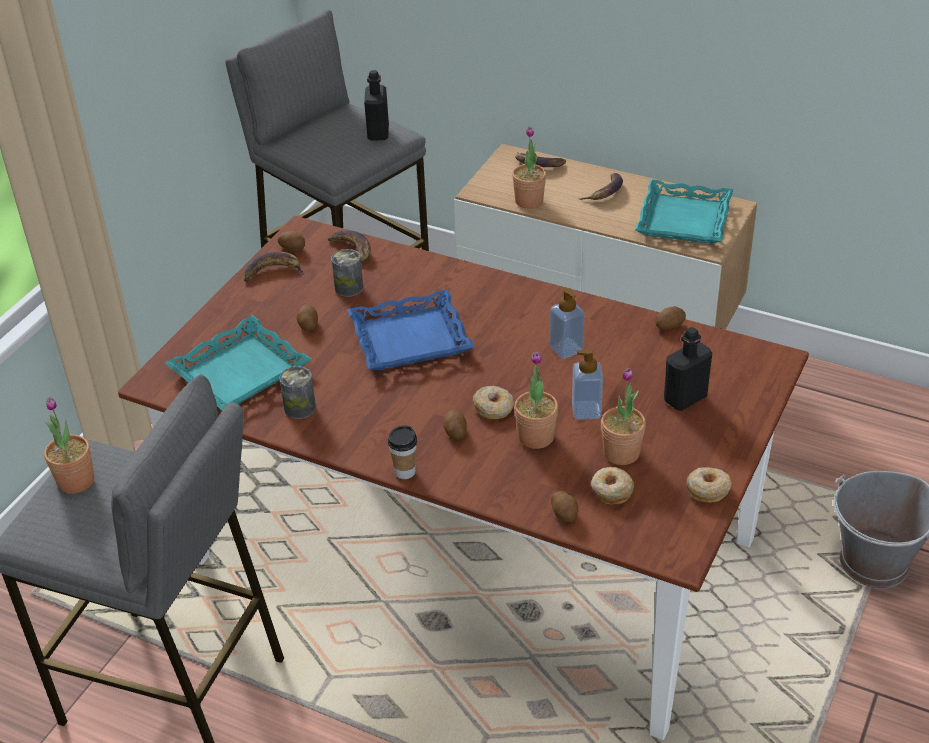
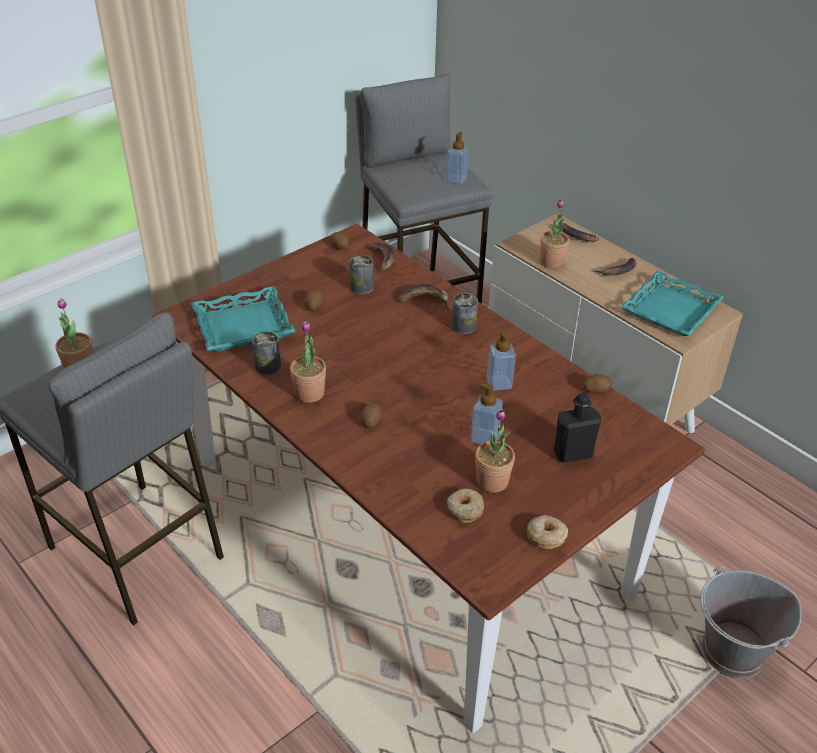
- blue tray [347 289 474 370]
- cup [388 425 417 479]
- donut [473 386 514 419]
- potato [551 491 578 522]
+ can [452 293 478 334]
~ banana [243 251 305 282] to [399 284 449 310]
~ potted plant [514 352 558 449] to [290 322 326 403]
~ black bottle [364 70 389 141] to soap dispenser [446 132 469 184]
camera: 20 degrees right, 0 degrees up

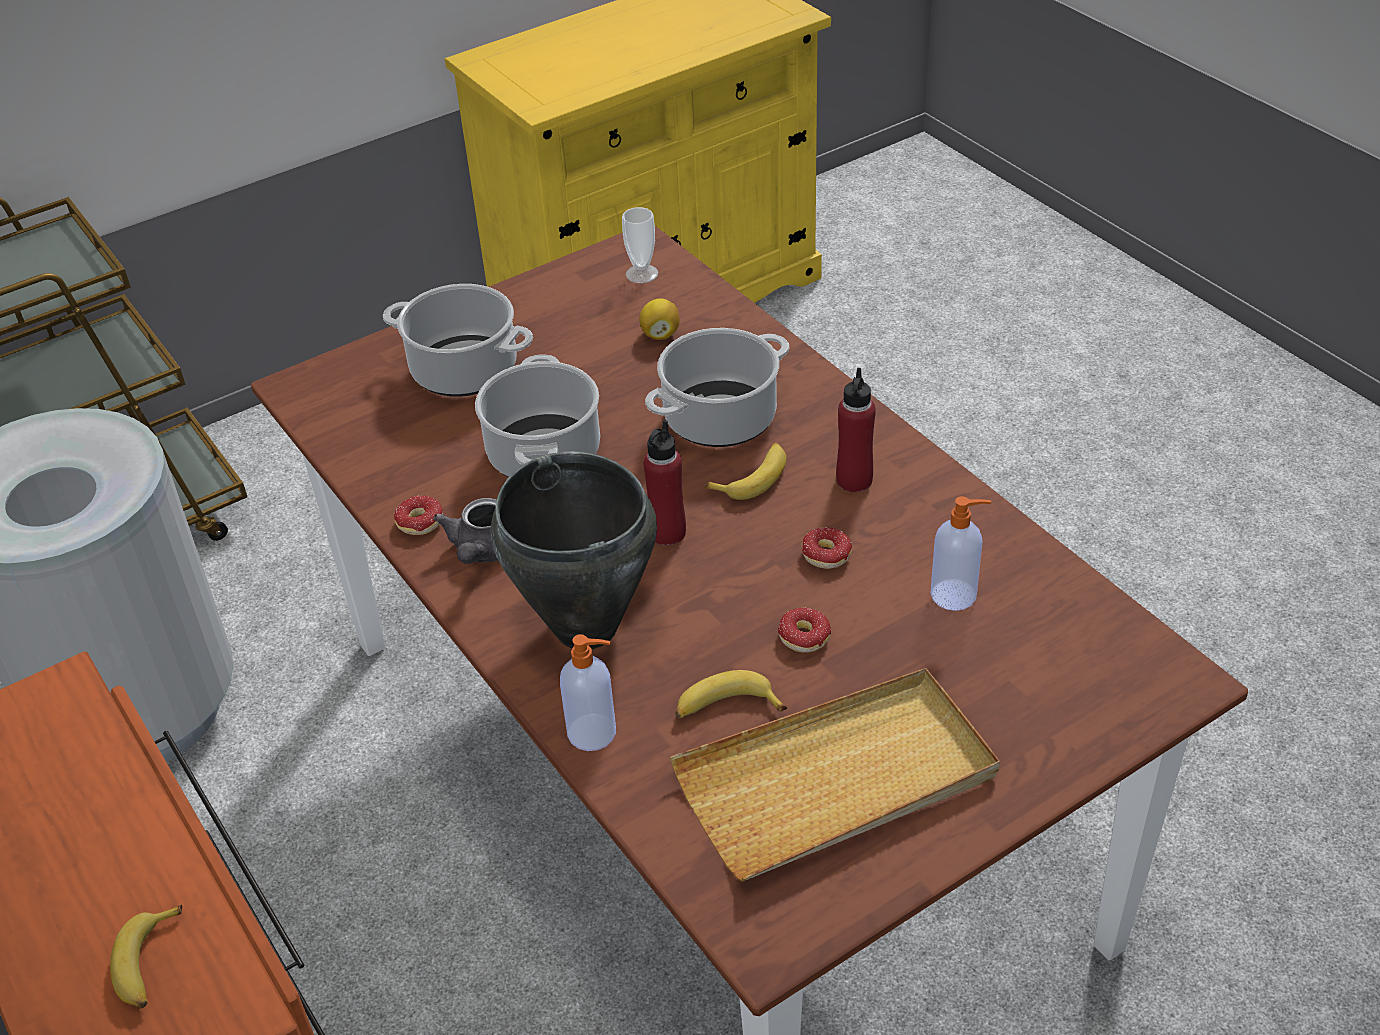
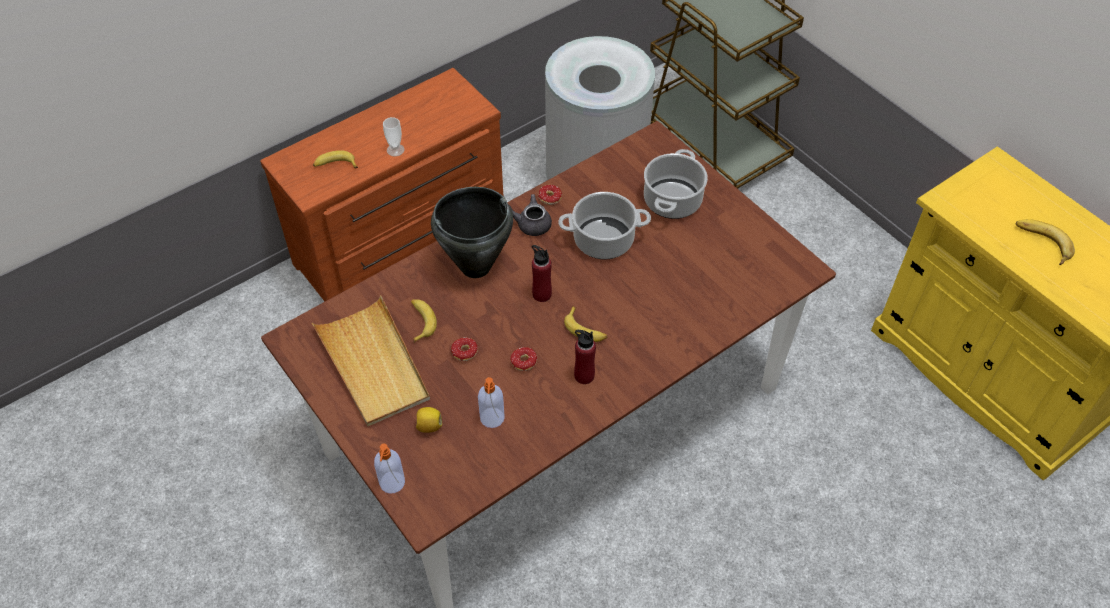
- cooking pot [645 328 789 447]
+ banana [1016 219 1075 265]
~ soap dispenser [560 634 616 751] to [374 444 405 494]
~ cup [622 207 658 283] to [383 117 405 157]
~ lemon [639 298 680 340] to [416 407 442 433]
camera: 85 degrees right, 10 degrees up

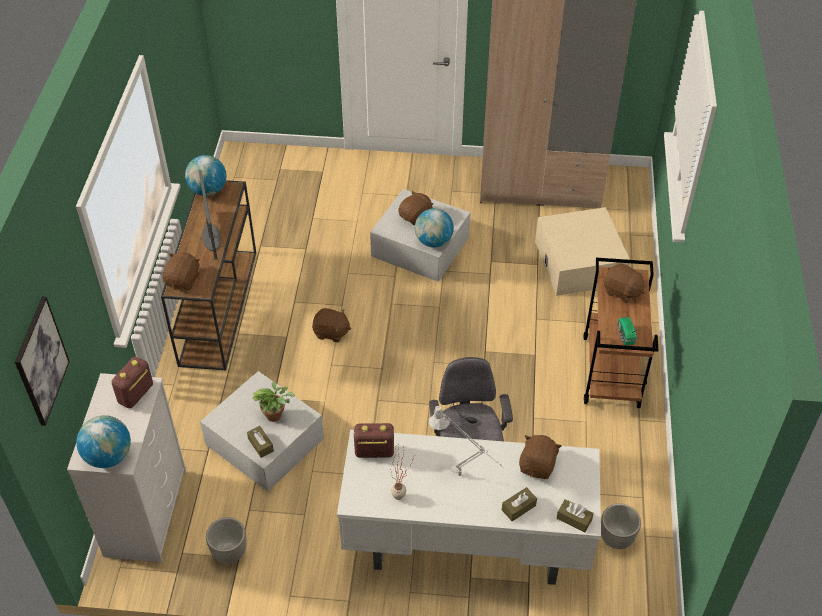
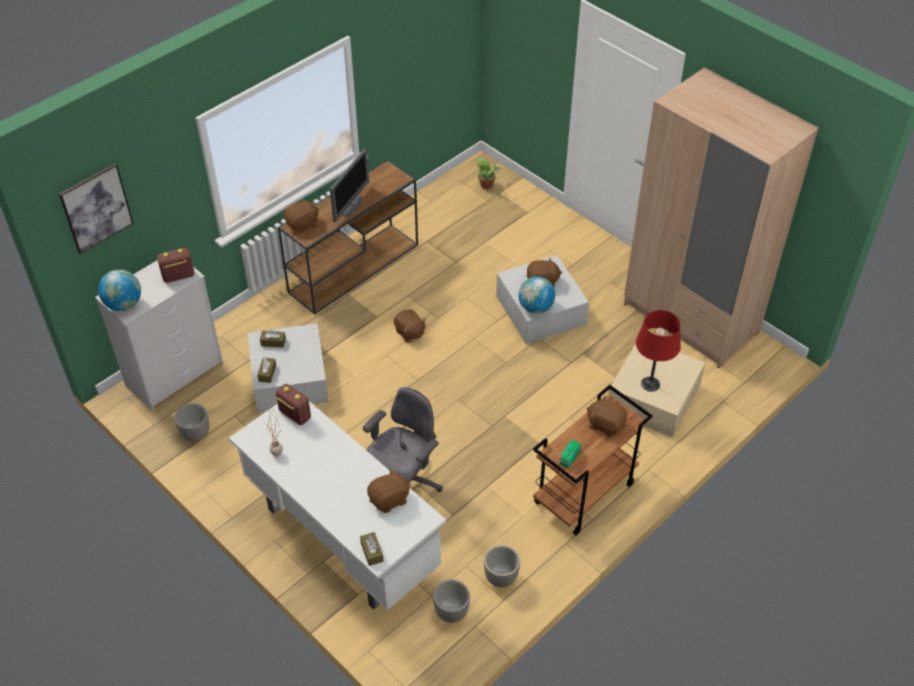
- globe [185 155 226 196]
- grey table lamp [429 406 503 476]
+ planter [484 545 520 587]
+ red table lamp [636 310 681 392]
~ potted plant [252 382 295 422] to [477 158 501 189]
~ brown tissue box [502 487 537 521] to [260 330 286 348]
~ brown plush toy [604 263 645 303] = [587 396 627 437] 135 degrees clockwise
camera: 40 degrees right, 0 degrees up

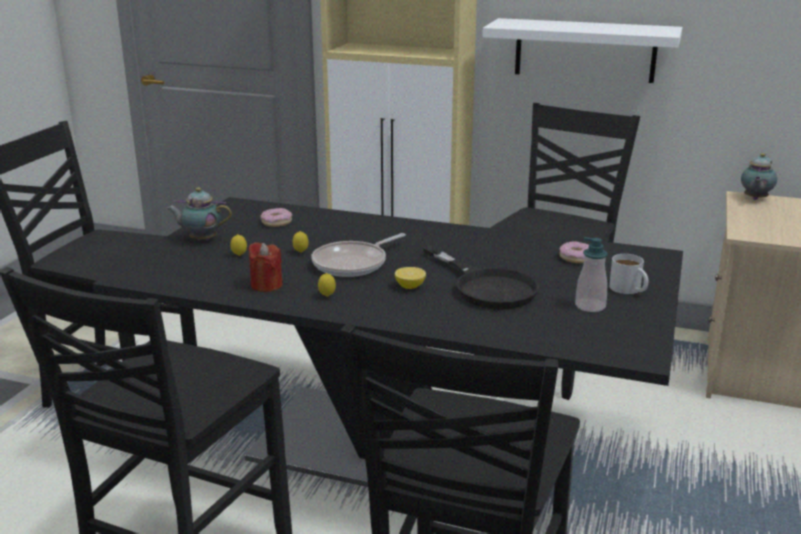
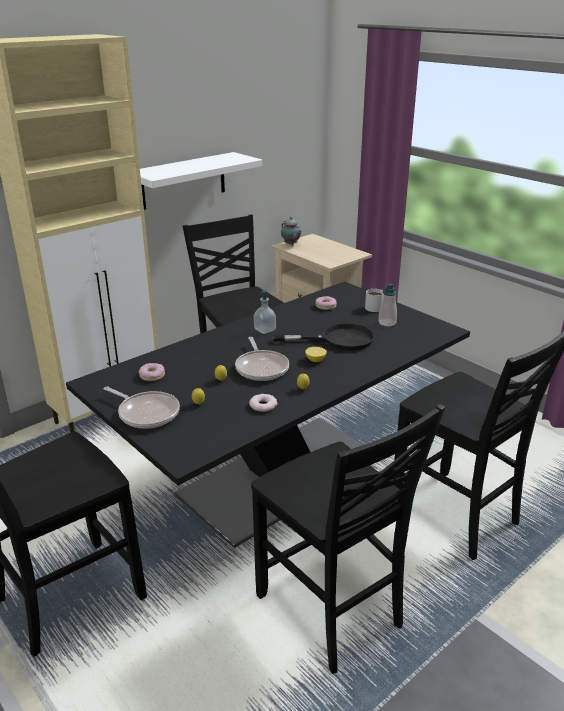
+ soap dispenser [254 290 276 334]
~ teapot [166 187 232 241] to frying pan [104 386 180 429]
~ red candle [248 242 282 292] to donut [249 394 277 412]
camera: 60 degrees left, 5 degrees up

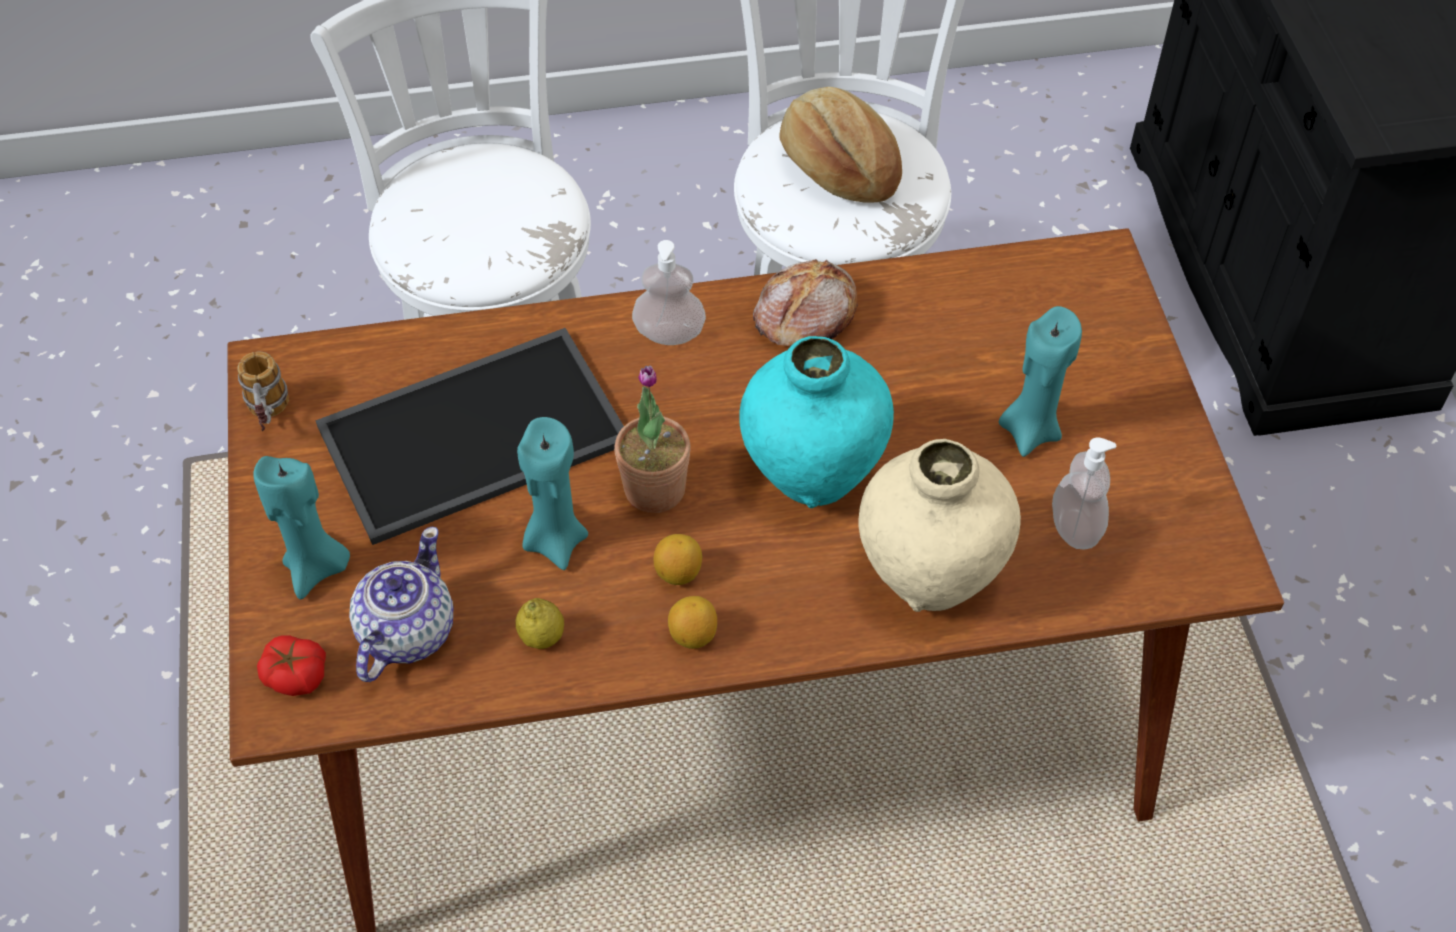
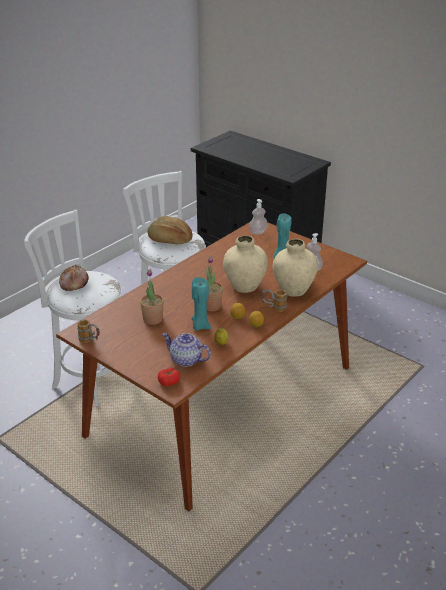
- turquoise candle [254 456 350 599]
+ mug [261 289 287 312]
~ soap dispenser [632 240 706 345] to [249 199 268 235]
~ bread [753 259 858 346] to [59 265 89 291]
~ tray [315 328 624 545] to potted plant [140 269 164 325]
~ turquoise vase [739 336 894 508] to beige vase [223 235 268 293]
~ teapot [349 527 453 682] = [162 333 211 367] 45 degrees counterclockwise
camera: 40 degrees left, 20 degrees down

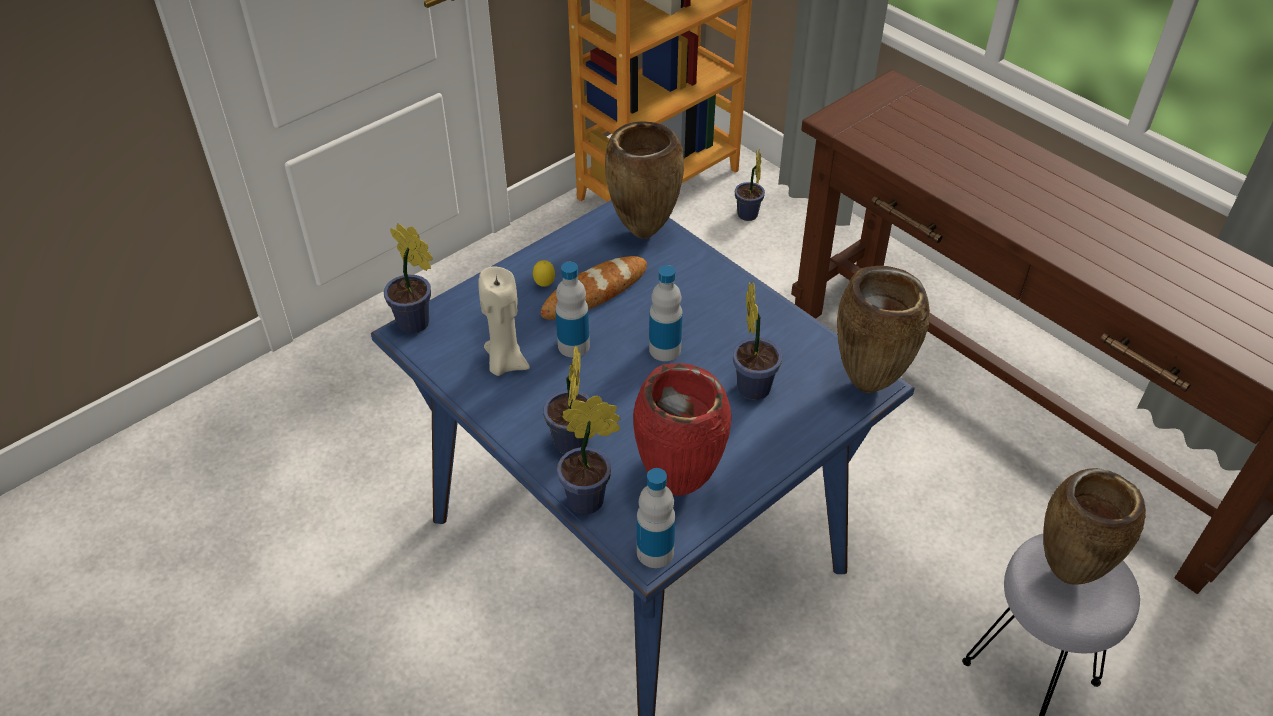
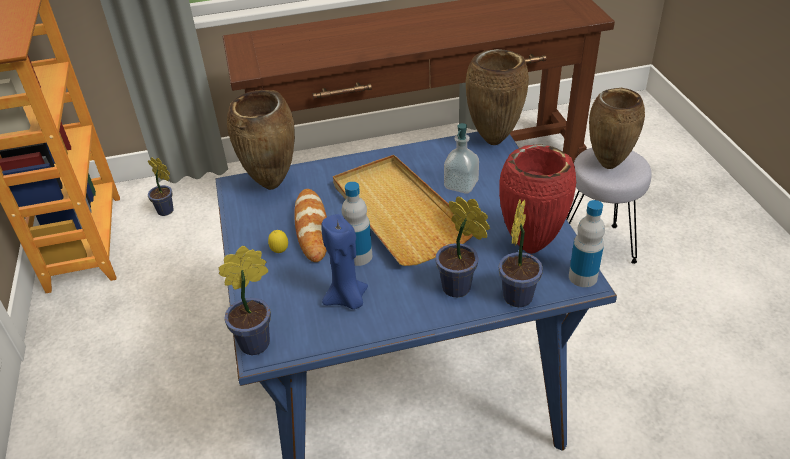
~ bottle [649 265 683 361] to beige tray [333 155 473 266]
~ potted plant [733 282 782 400] to soap dispenser [444 123 479 194]
~ beige candle [478 267 530 376] to blue candle [321 214 368 309]
camera: 60 degrees left, 5 degrees down

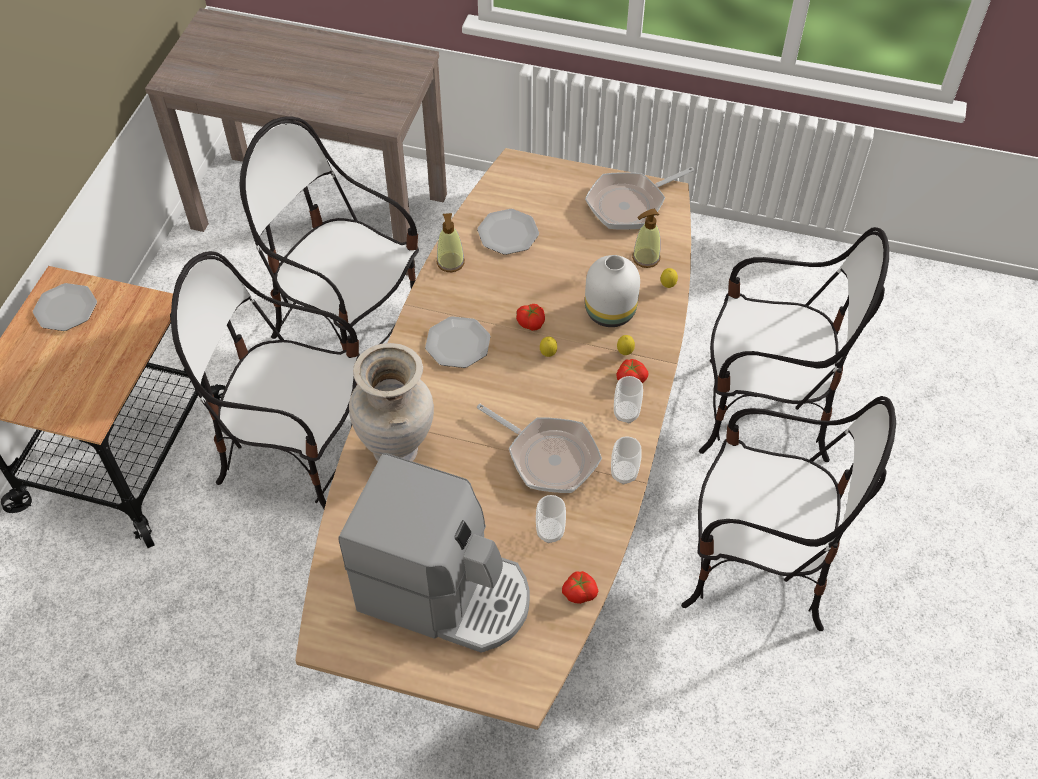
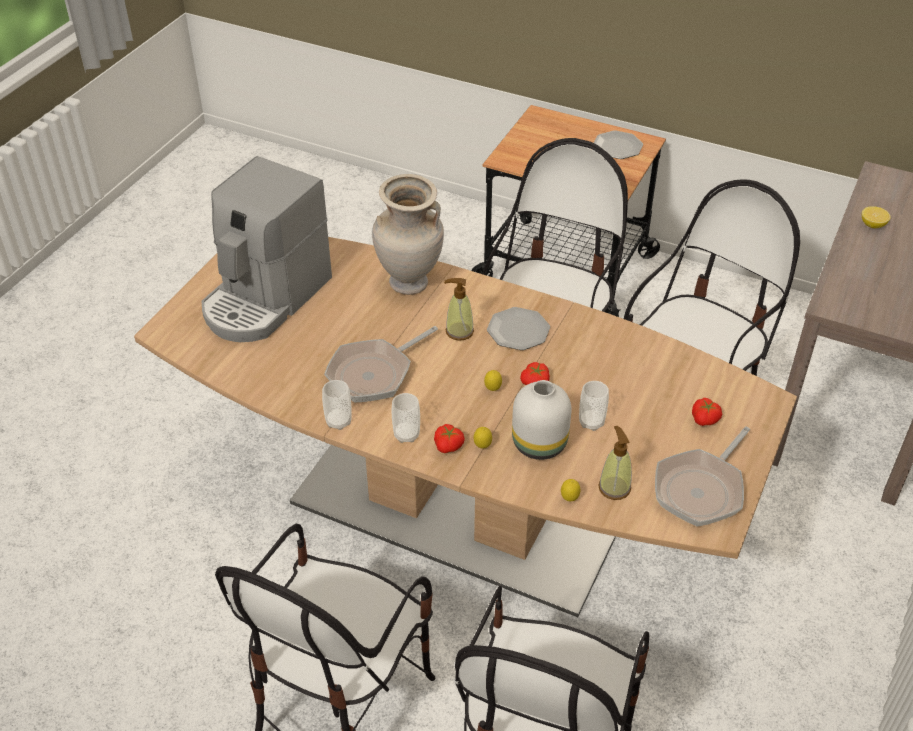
- plate [477 209 539 255]
+ lemon [862 206 891 228]
~ soap dispenser [437 213 465 272] to [444 278 474 341]
~ cup [536 495 566 543] to [579 381 609 431]
~ tomato [562 571 598 604] to [692 398 722 426]
~ frying pan [585 167 694 230] = [655 427 750 527] 120 degrees counterclockwise
camera: 100 degrees right, 10 degrees down

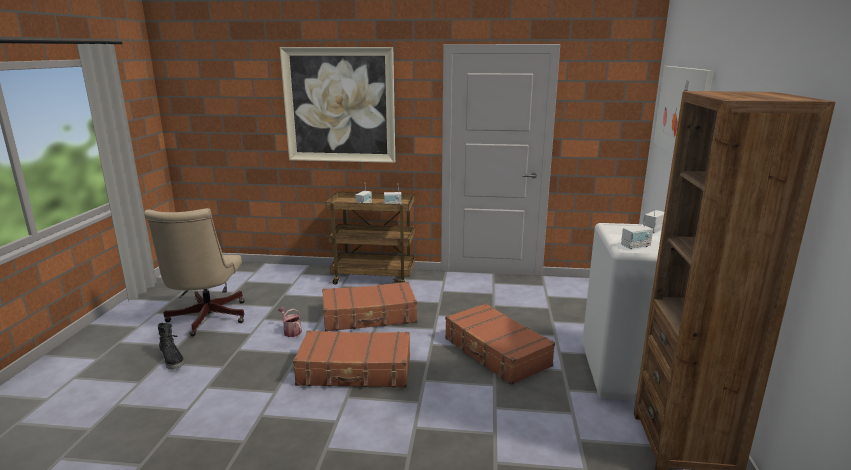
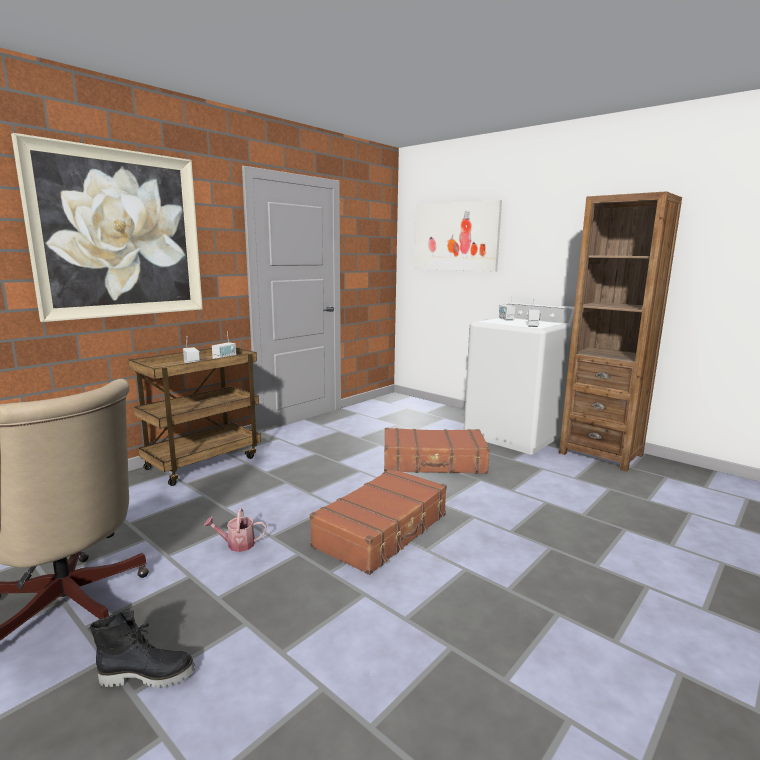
- brown suitcase [322 282 417 332]
camera: 55 degrees left, 5 degrees down

